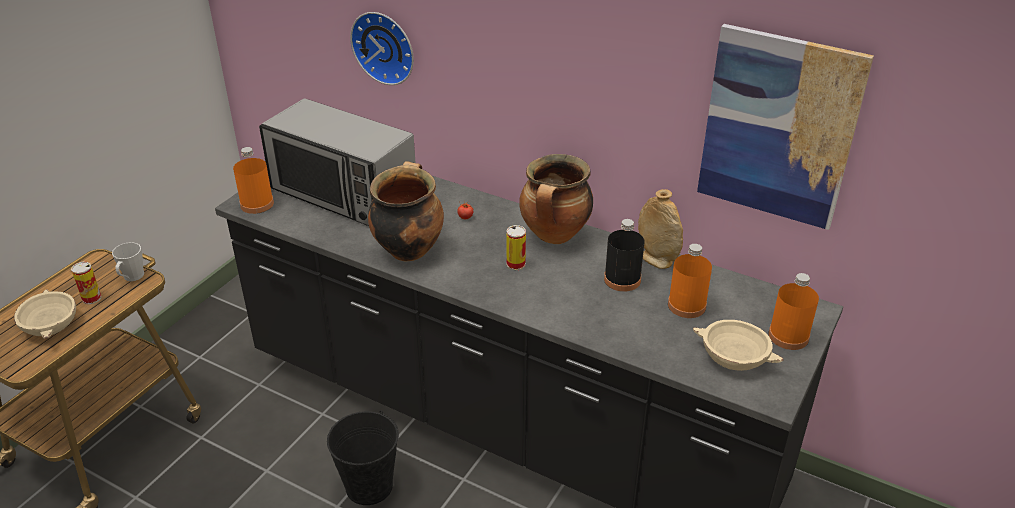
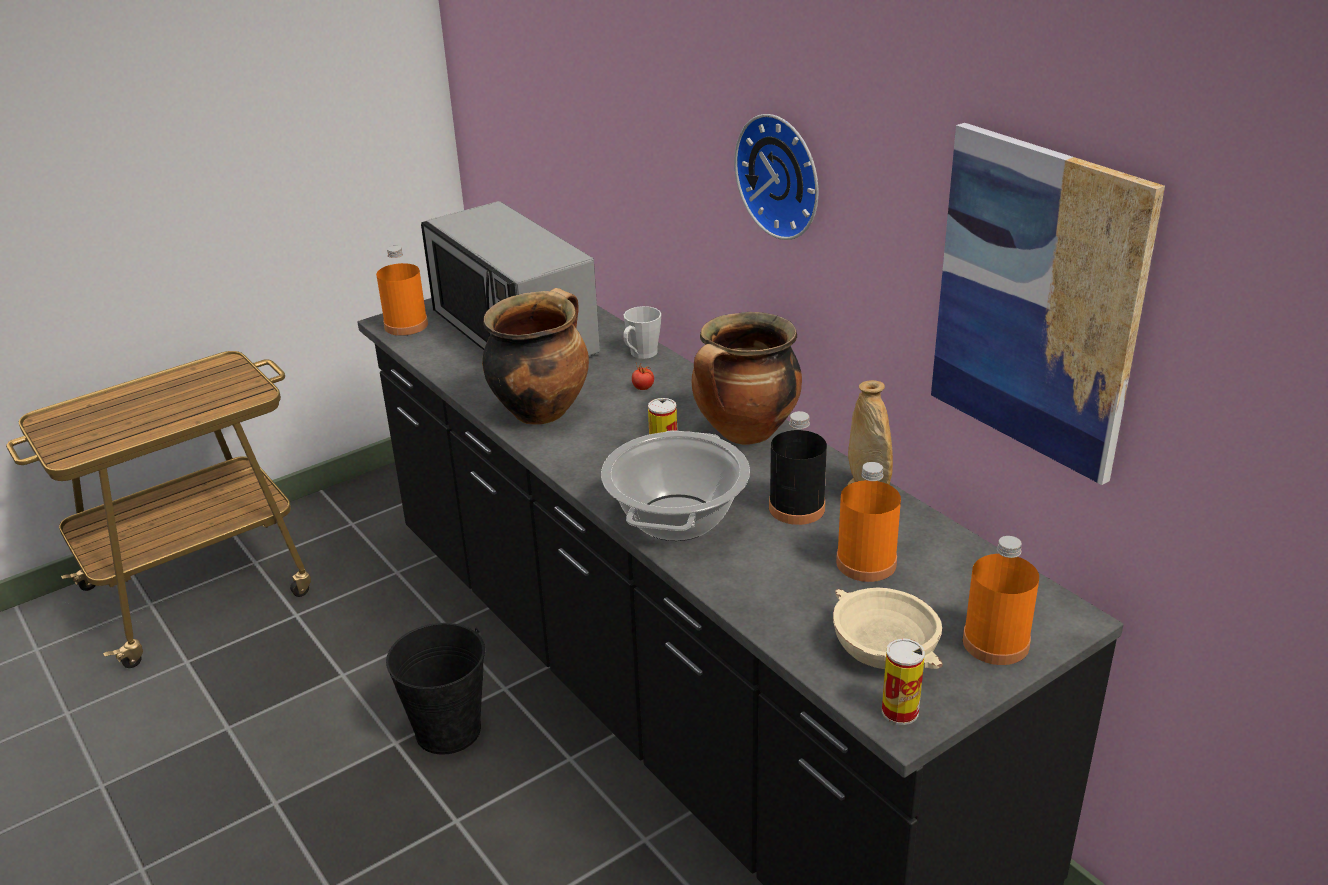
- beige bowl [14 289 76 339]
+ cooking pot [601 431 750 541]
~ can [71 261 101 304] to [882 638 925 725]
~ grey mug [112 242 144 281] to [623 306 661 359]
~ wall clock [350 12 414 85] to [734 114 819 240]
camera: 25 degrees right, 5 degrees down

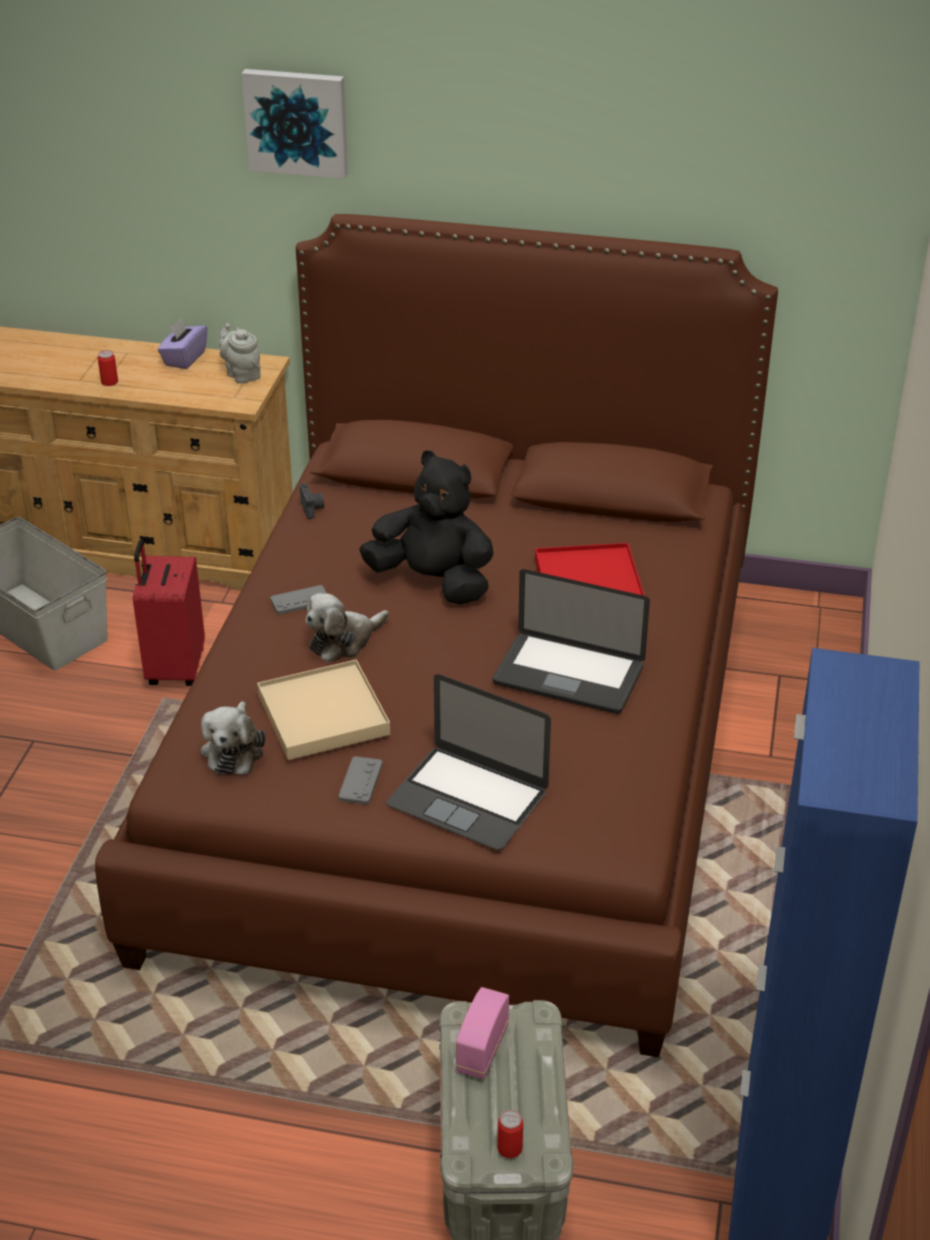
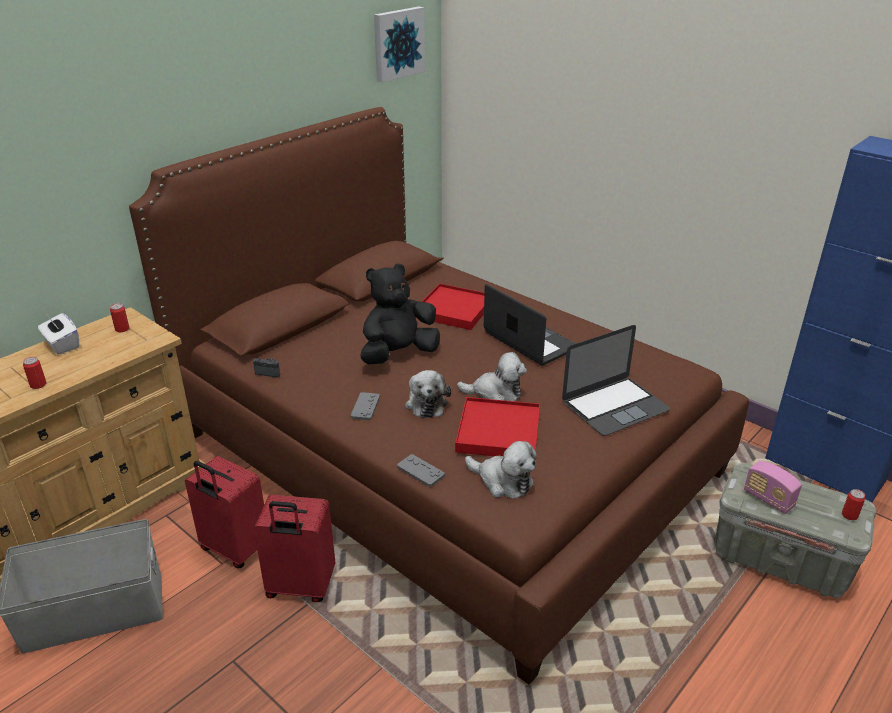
+ red suitcase [254 495 335 602]
+ plush toy [457 352 527 401]
~ picture [241 69 348 179] to [374 6 425 82]
~ grey game controller [338 756 383 805] to [397 454 445 487]
~ grey teapot [219 323 261 384] to can [110 303 129 332]
~ purple tissue box [158 318 207 369] to white tissue box [38 313 79 355]
~ beige tray [257 660 390 760] to red tray [455 397 540 456]
~ laptop [493 569 650 714] = [484 284 576 365] 90 degrees counterclockwise
camera: 60 degrees left, 5 degrees down

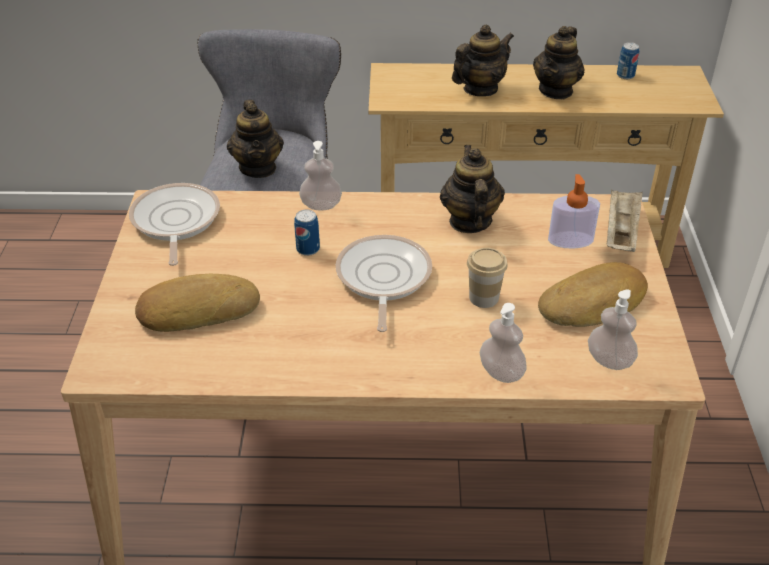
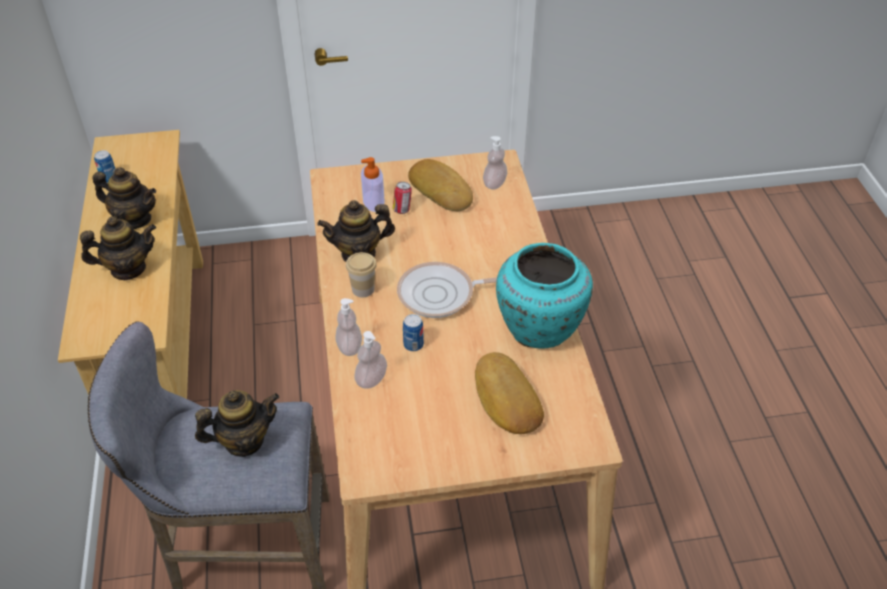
- frying pan [129 183 220 266]
- beige tray [607 189 643 252]
+ can [393 182 412 214]
+ turquoise vase [496 243 593 349]
~ cup [467 247 508 308] to [346 252 377 297]
~ soap dispenser [480 303 527 383] to [354 331 387 389]
~ teapot [452 25 514 96] = [80 216 156 280] 120 degrees clockwise
camera: 100 degrees left, 5 degrees up

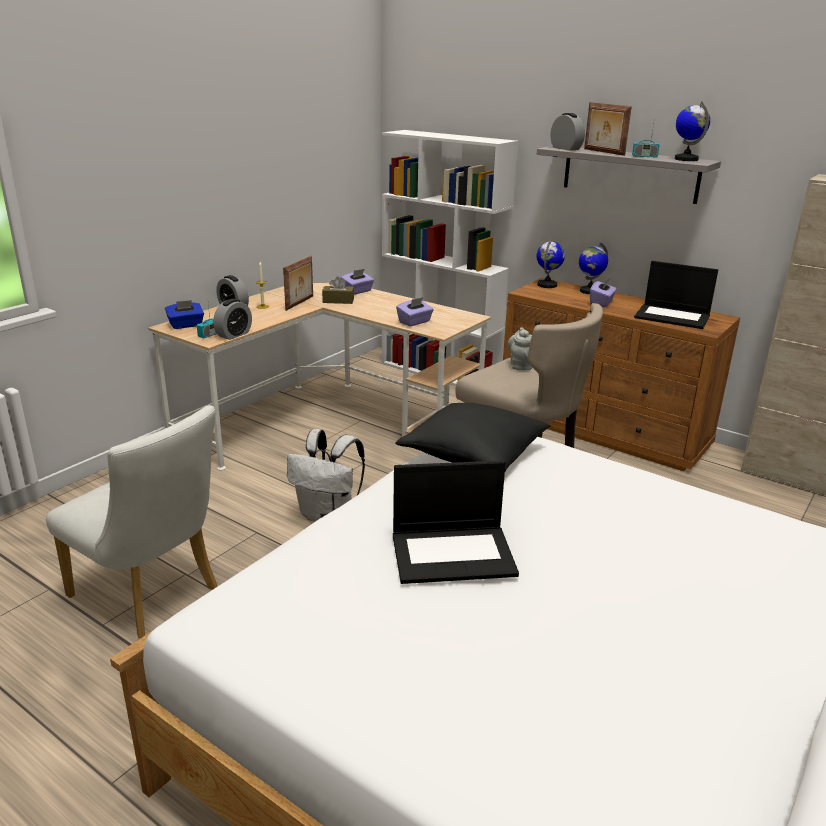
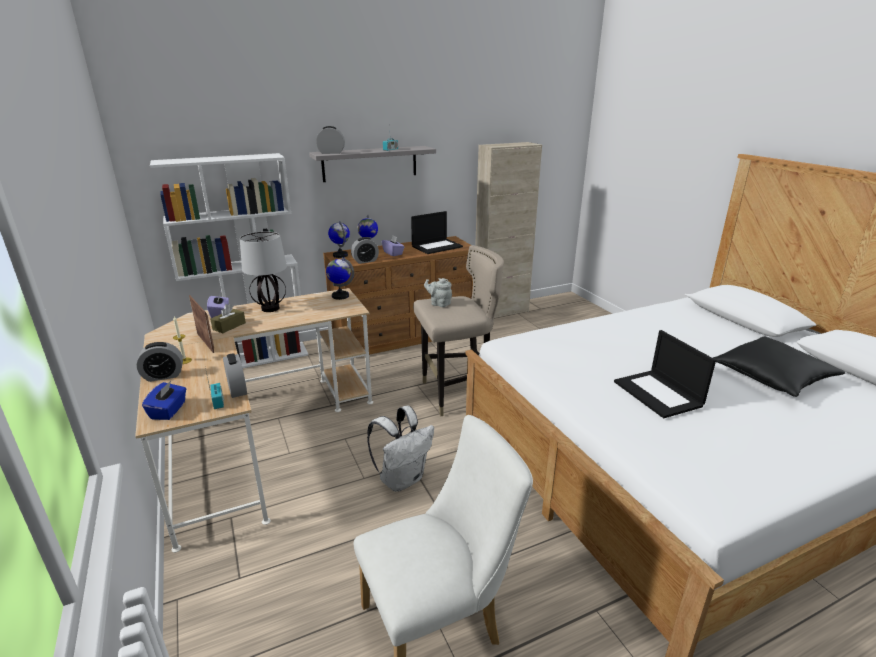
- purple tissue box [396 297 434 326]
- picture frame [584 102 632 156]
+ table lamp [240 231 287 312]
+ alarm clock [351 237 379 264]
~ black pillow [395 403 551 471] to [713 337 845 397]
~ globe [675 101 710 161] to [326 257 354 300]
~ laptop [393 460 519 584] = [614 330 716 418] 135 degrees clockwise
camera: 60 degrees left, 0 degrees up

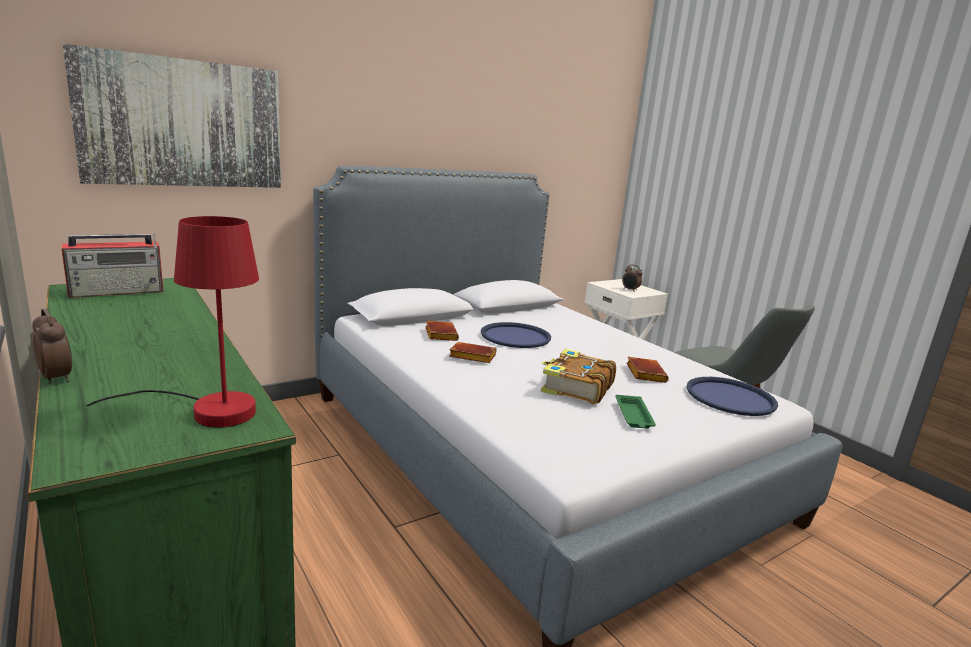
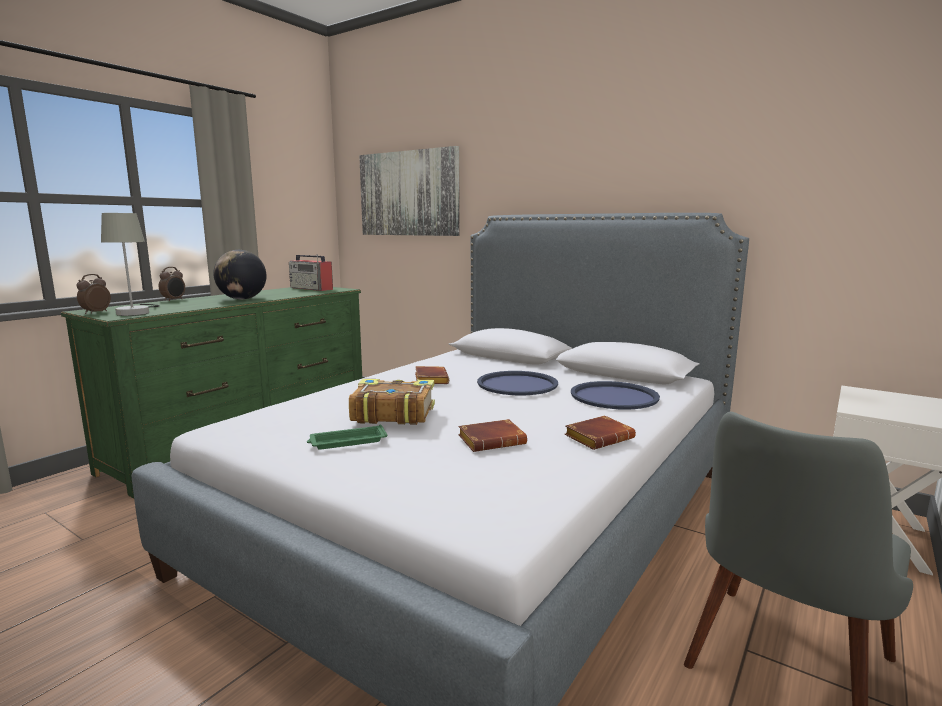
+ globe [213 250 266 299]
~ brown book [425 321 459 341] to [564 415 636 450]
~ alarm clock [622 265 643 292] to [76 274 111 314]
~ blue tray [687 377 778 416] to [571 381 660 409]
~ red table lamp [86 216 259 428] to grey table lamp [101 213 160 316]
camera: 70 degrees right, 5 degrees down

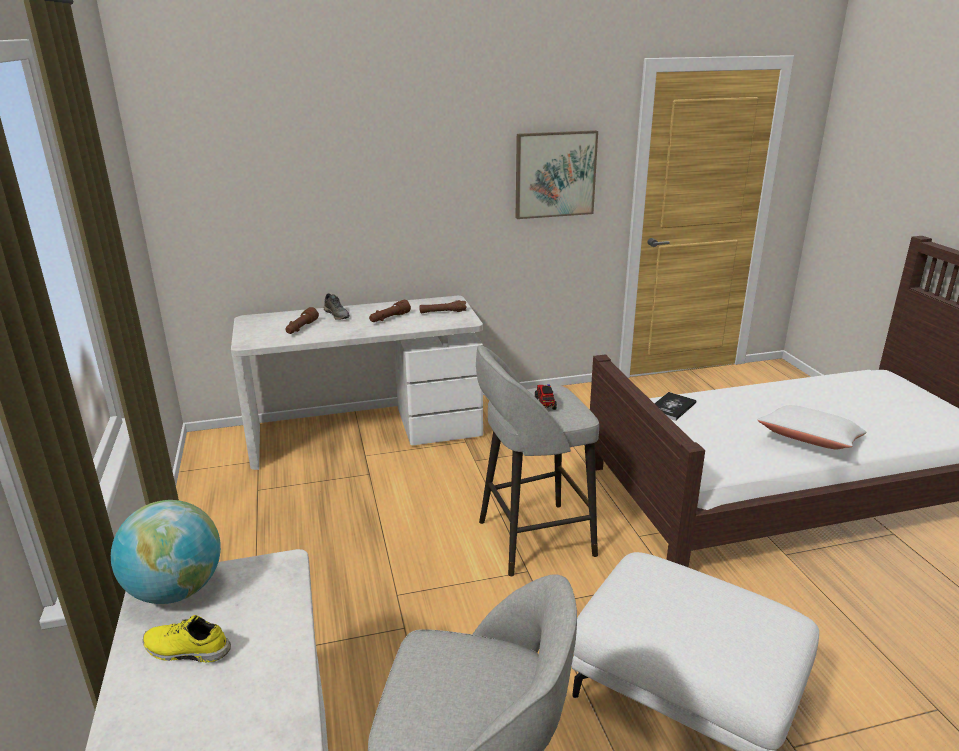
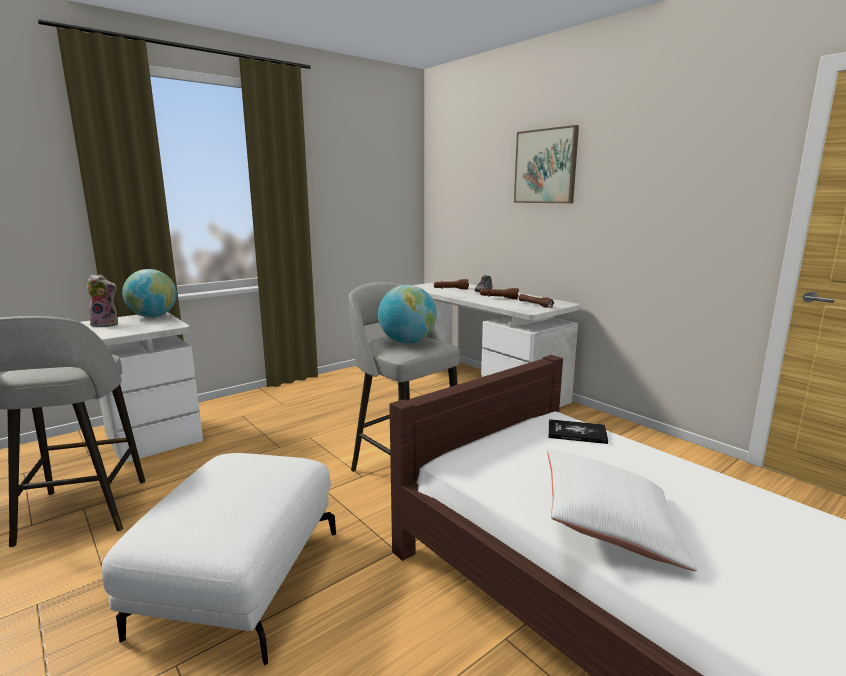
~ picture [515 130 598 219] to [514 125 579 203]
~ yellow shoe [143 615 231 662] to plush toy [87 274 118 327]
~ toy truck [535 385 557 410] to globe [378 285 437 344]
camera: 65 degrees right, 10 degrees down

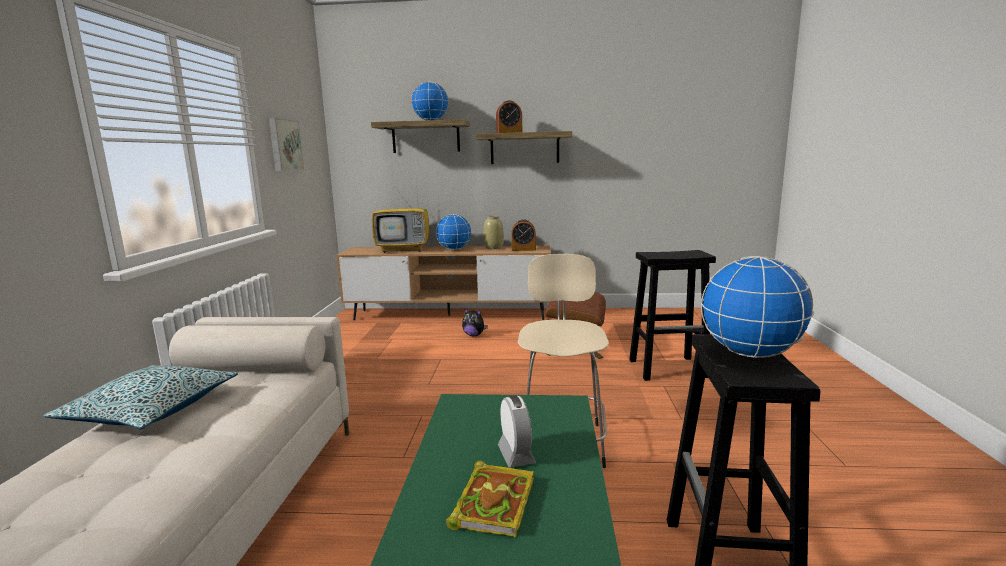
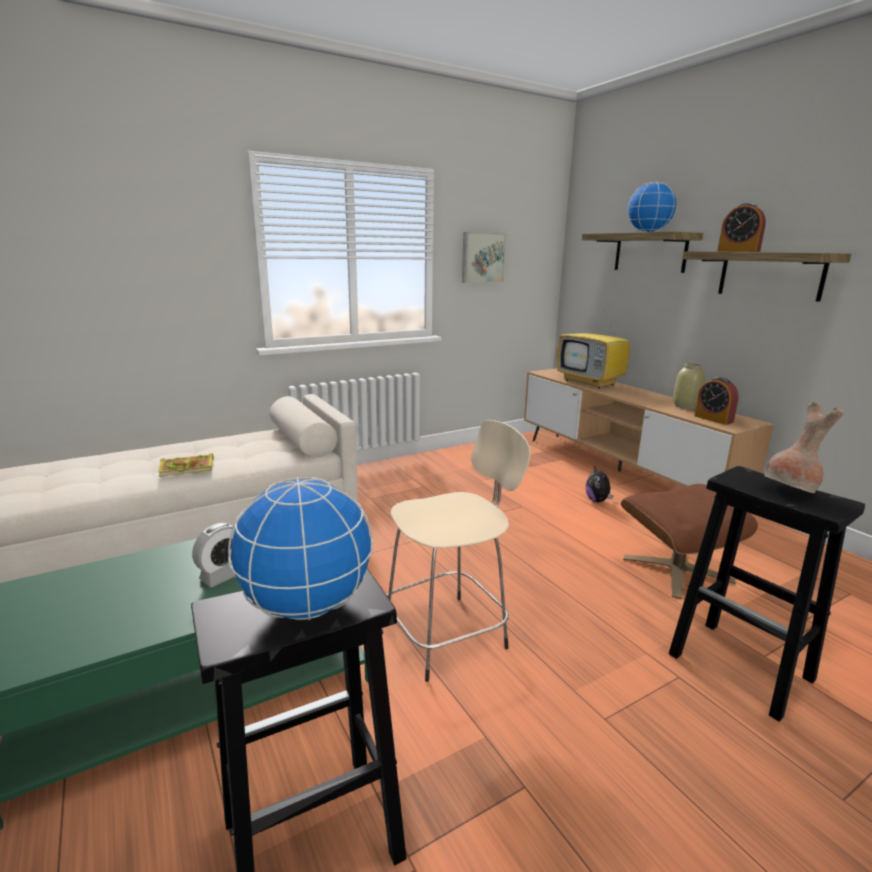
- pillow [43 365 238 429]
- globe [436 214 472 250]
+ brown vase [764 402 845 493]
~ book [446 461 534 537] to [158 453 214 477]
camera: 55 degrees right, 5 degrees up

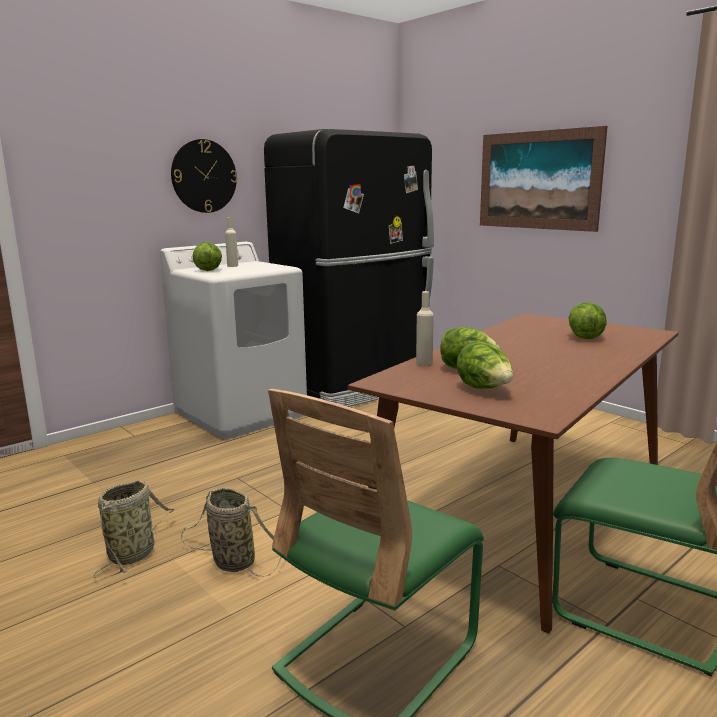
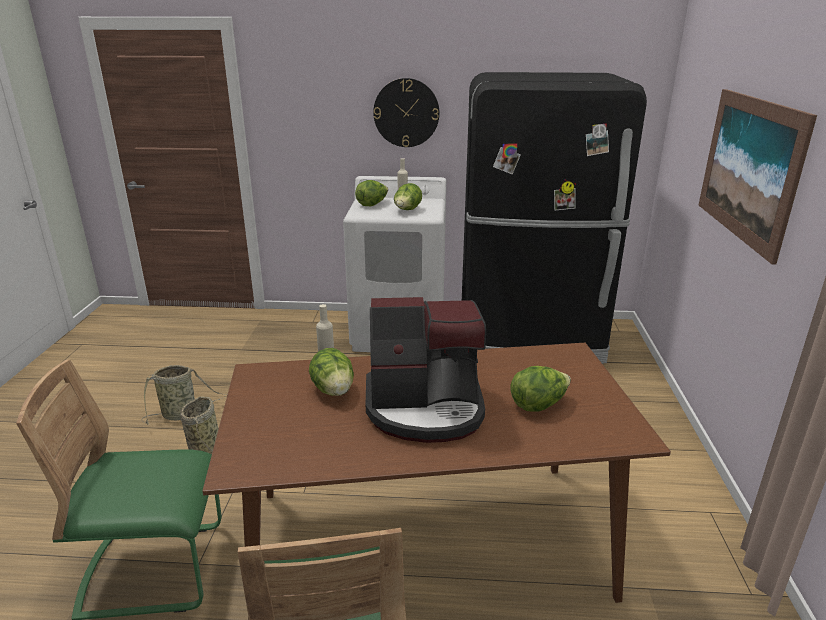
+ coffee machine [366 297 486 443]
~ lettuce [457 341 513 389] to [394 183 422 210]
camera: 45 degrees right, 10 degrees up

